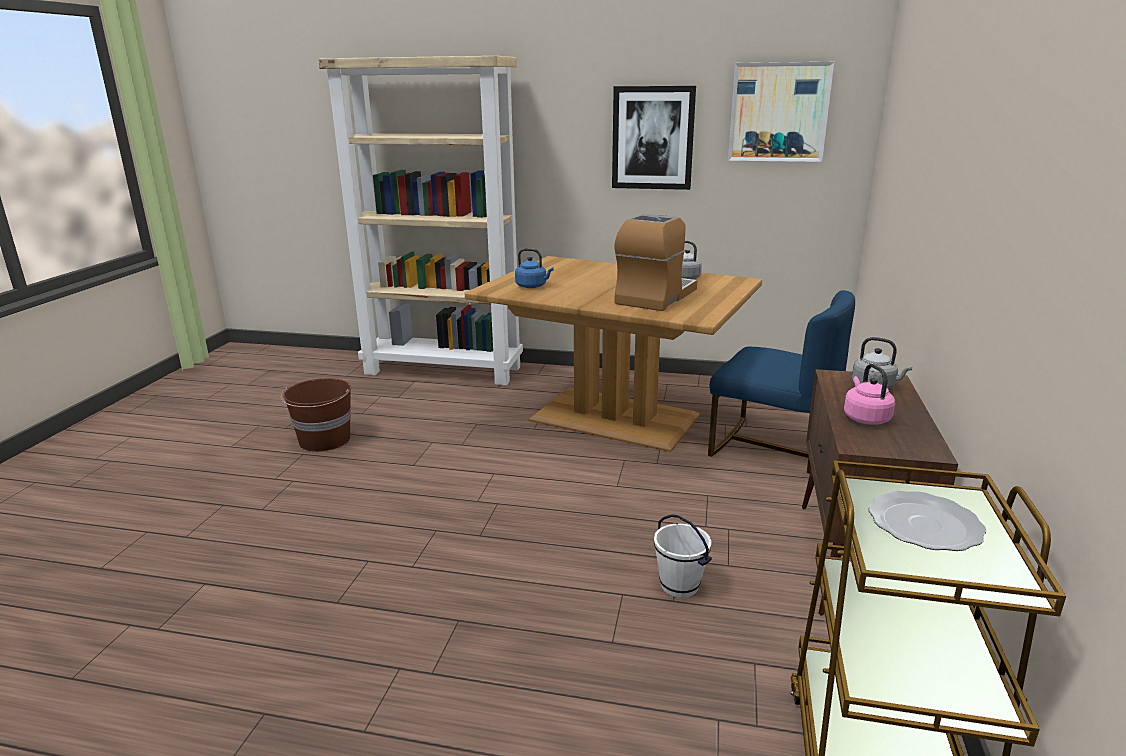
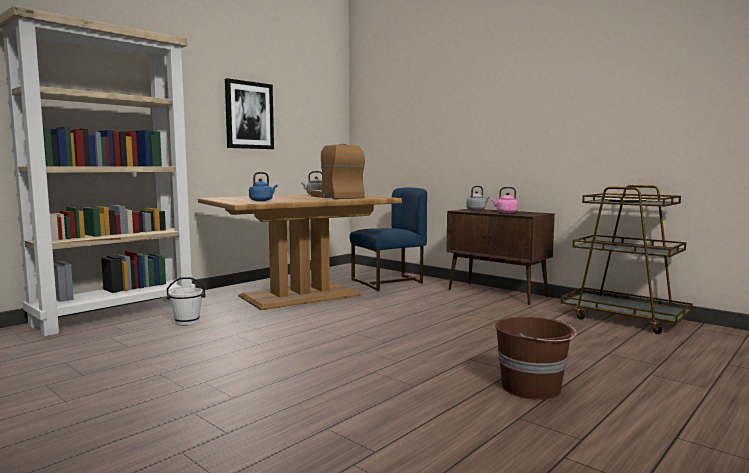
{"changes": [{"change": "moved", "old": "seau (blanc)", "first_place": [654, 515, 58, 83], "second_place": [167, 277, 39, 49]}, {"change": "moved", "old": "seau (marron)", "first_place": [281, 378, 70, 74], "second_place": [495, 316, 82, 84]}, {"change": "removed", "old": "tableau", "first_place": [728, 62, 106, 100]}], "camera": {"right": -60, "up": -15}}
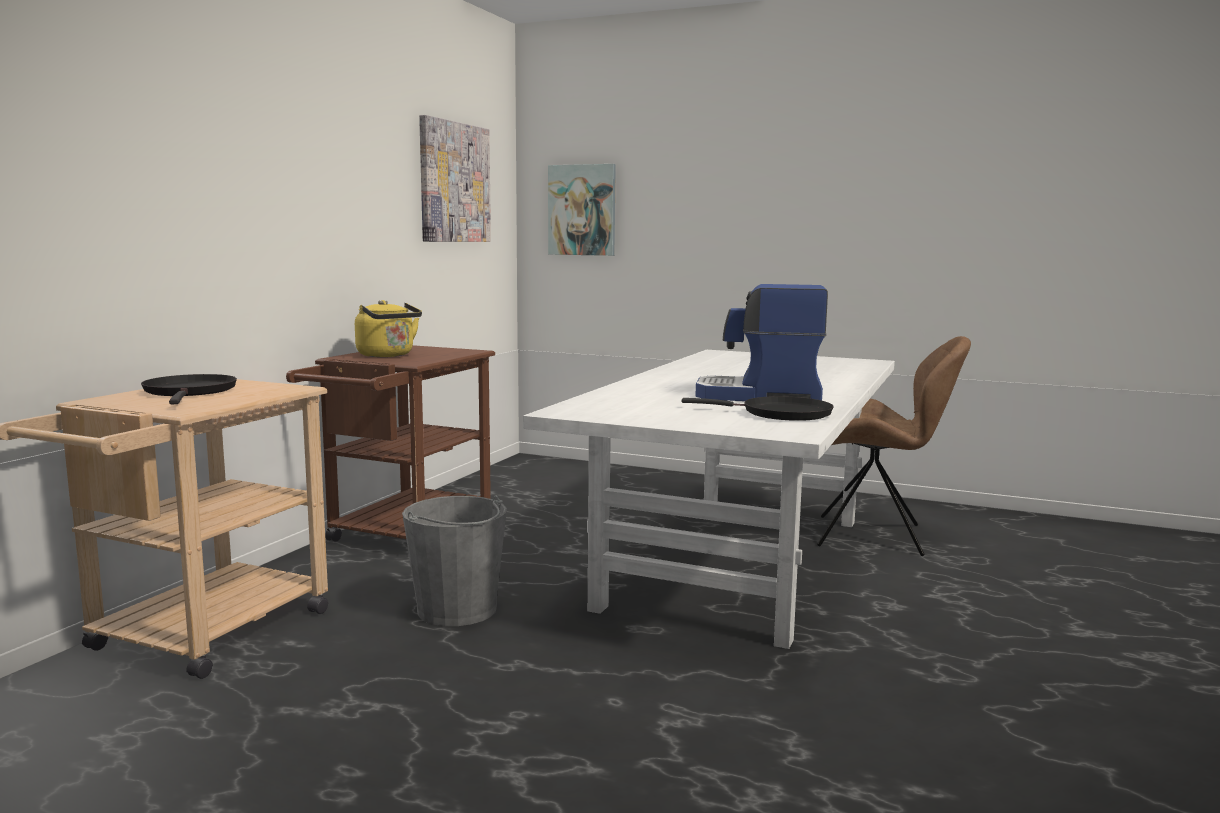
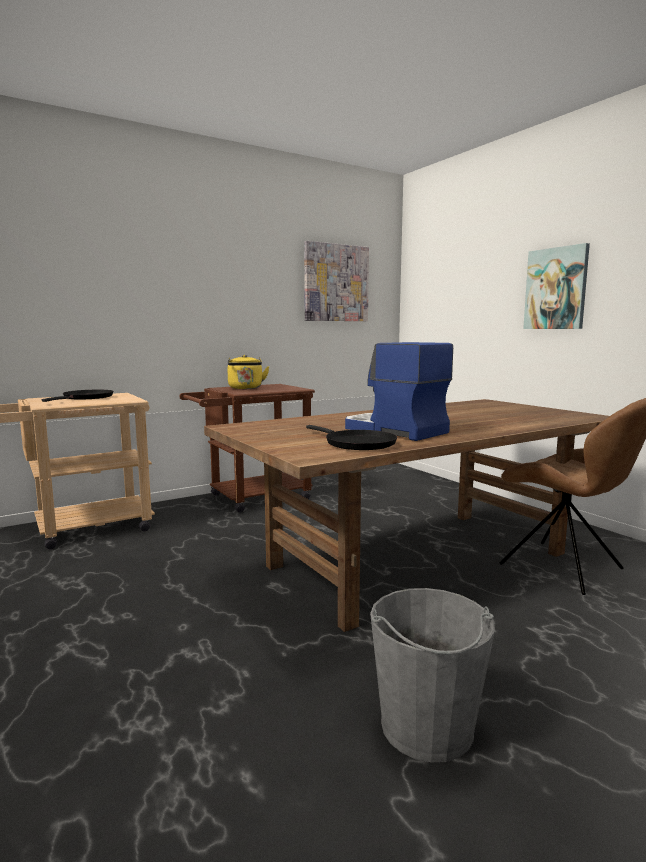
{"changes": [{"change": "recoloured", "old": "table à manger (blanc)", "new": "table à manger (marron)", "first_place": [523, 350, 372, 299], "second_place": [204, 399, 405, 233]}, {"change": "moved", "old": "seau (gris)", "first_place": [402, 495, 105, 131], "second_place": [370, 588, 125, 174]}, {"change": "moved", "old": "tableau", "first_place": [548, 164, 68, 92], "second_place": [523, 243, 67, 86]}], "camera": {"right": 35, "up": 0}}
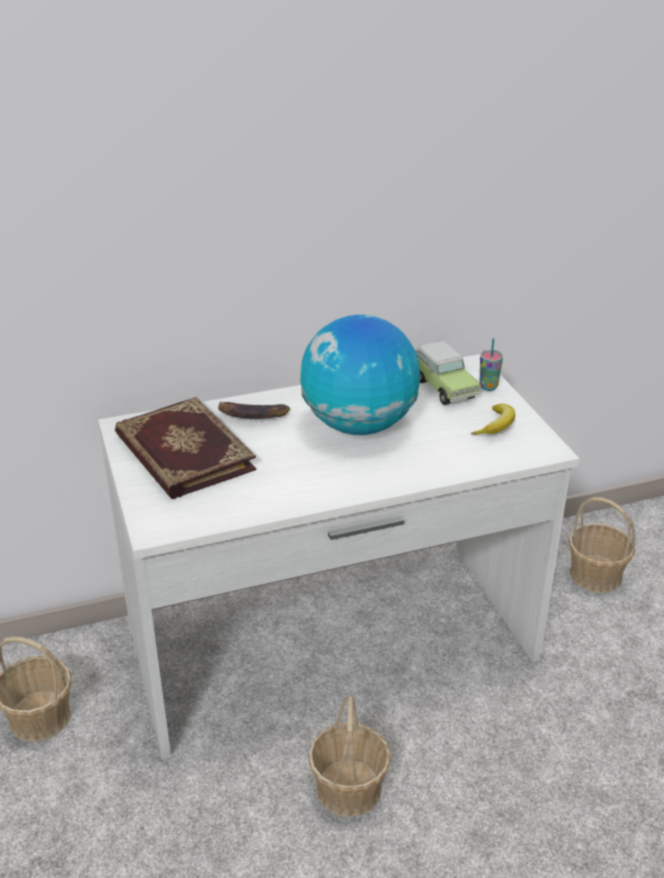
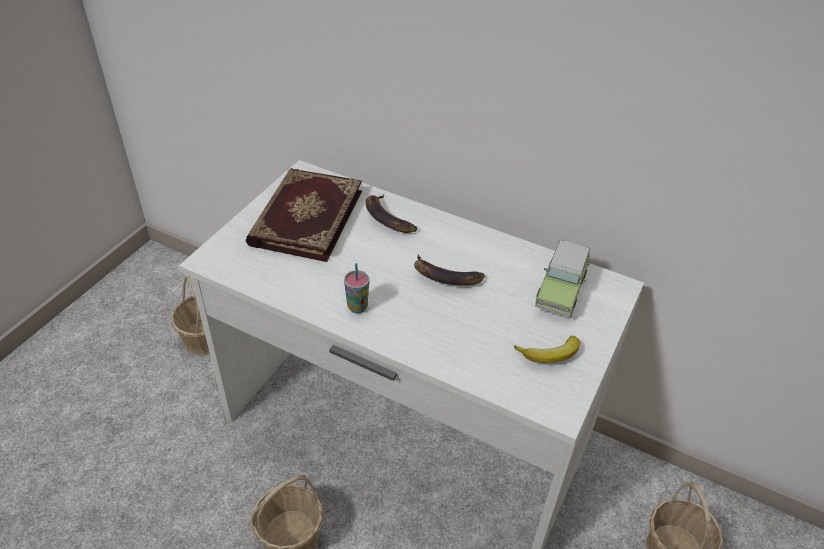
{"changes": [{"change": "moved", "old": "tasse", "first_place": [480, 338, 23, 53], "second_place": [344, 263, 25, 50]}, {"change": "replaced", "old": "globe", "new": "banane", "first_place": [300, 315, 120, 120], "second_place": [414, 255, 71, 30]}], "camera": {"right": 45, "up": 10}}
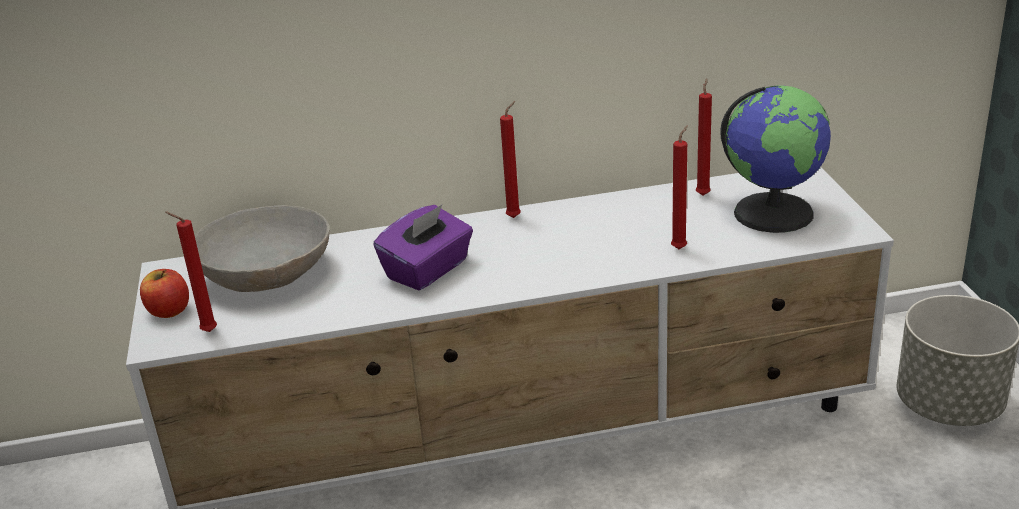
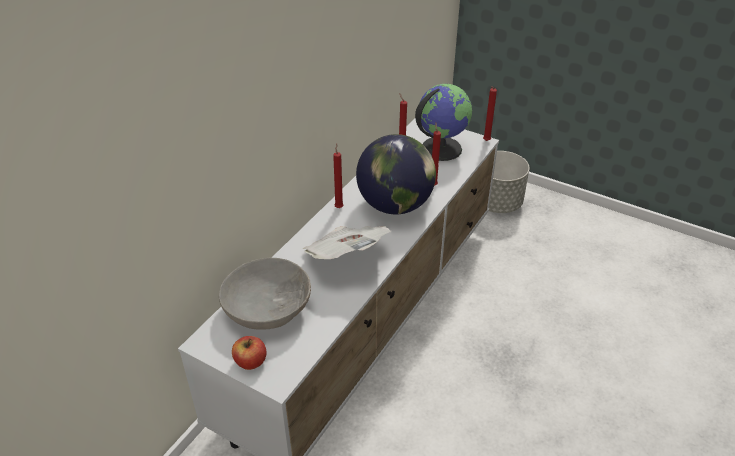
{"changes": [{"change": "replaced", "old": "boîte à mouchoirs (violet)", "new": "journal", "first_place": [373, 205, 100, 85], "second_place": [303, 226, 88, 33]}, {"change": "added", "new": "globe", "second_place": [356, 134, 80, 81]}, {"change": "moved", "old": "bougie (rouge)", "first_place": [165, 212, 52, 120], "second_place": [483, 86, 14, 55]}], "camera": {"right": -50, "up": 10}}
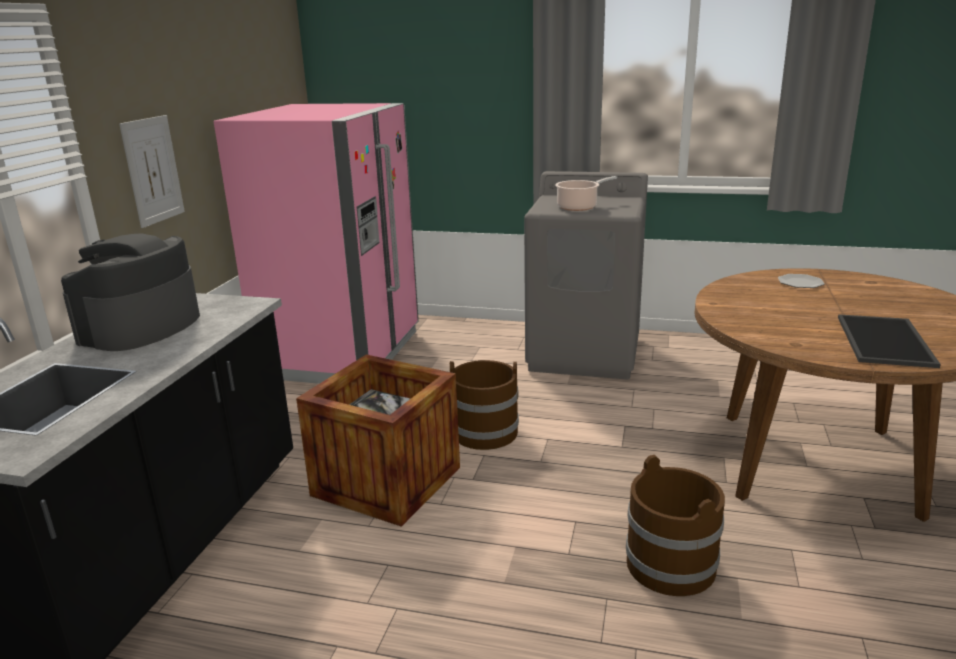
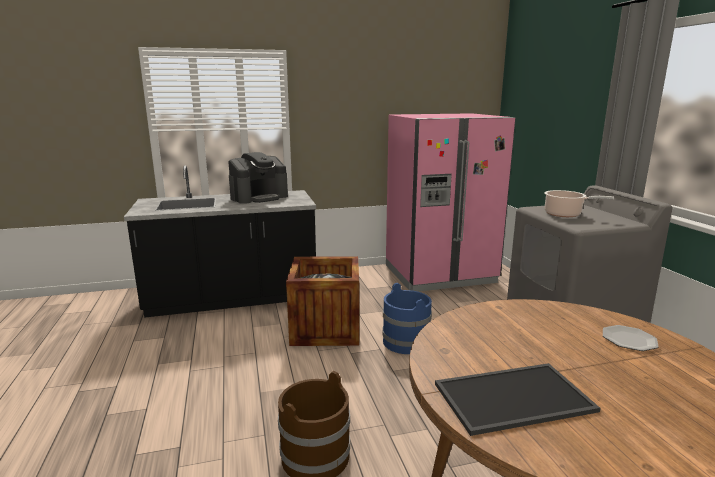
{"changes": [{"change": "turned", "old": "machine à café", "first_place": [61, 233, 139, 118], "second_place": [228, 152, 60, 52], "degrees": 150}, {"change": "recoloured", "old": "seau (marron)", "new": "seau (bleu)", "first_place": [450, 360, 69, 90], "second_place": [382, 283, 50, 71]}, {"change": "removed", "old": "tableau", "first_place": [119, 115, 66, 113]}], "camera": {"right": 60, "up": -5}}
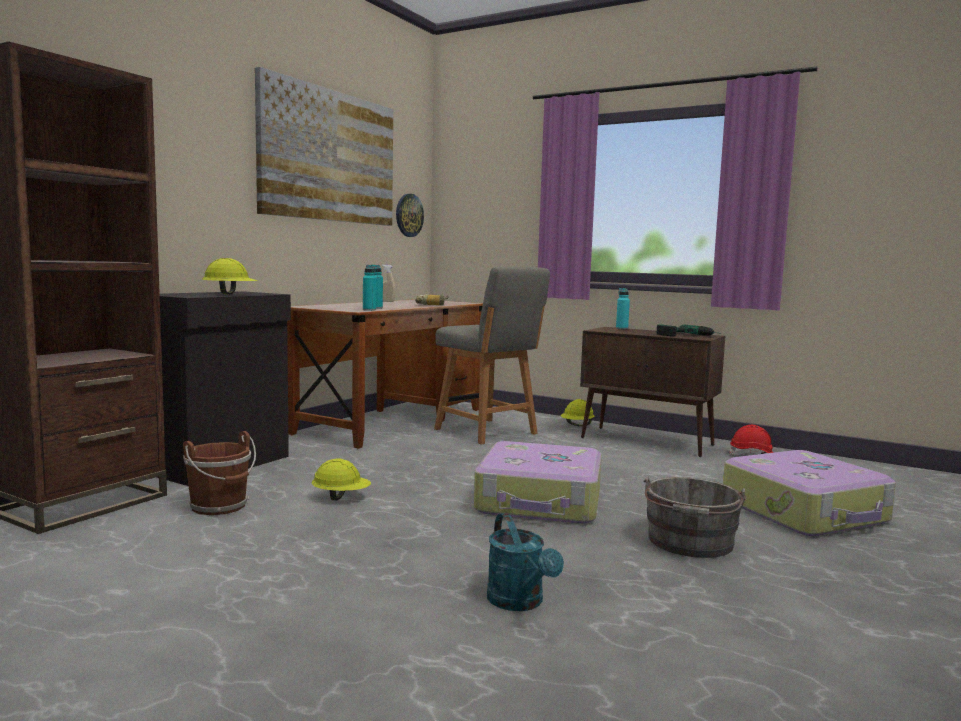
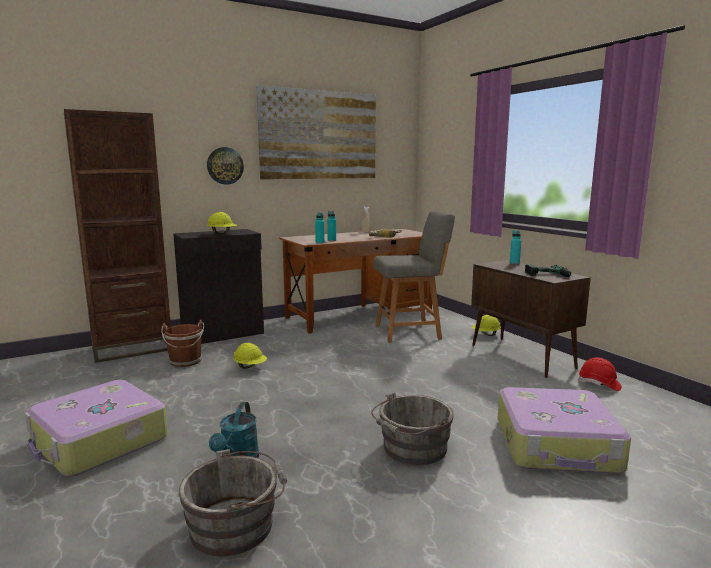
{"changes": [{"change": "moved", "old": "valise", "first_place": [474, 441, 128, 83], "second_place": [24, 380, 144, 96]}, {"change": "added", "new": "seau (gris)", "second_place": [179, 449, 108, 107]}, {"change": "moved", "old": "horloge murale", "first_place": [396, 194, 28, 43], "second_place": [207, 147, 37, 38]}, {"change": "turned", "old": "chaise (gris)", "first_place": [434, 267, 116, 178], "second_place": [373, 210, 82, 133], "degrees": -90}], "camera": {"right": 30, "up": 5}}
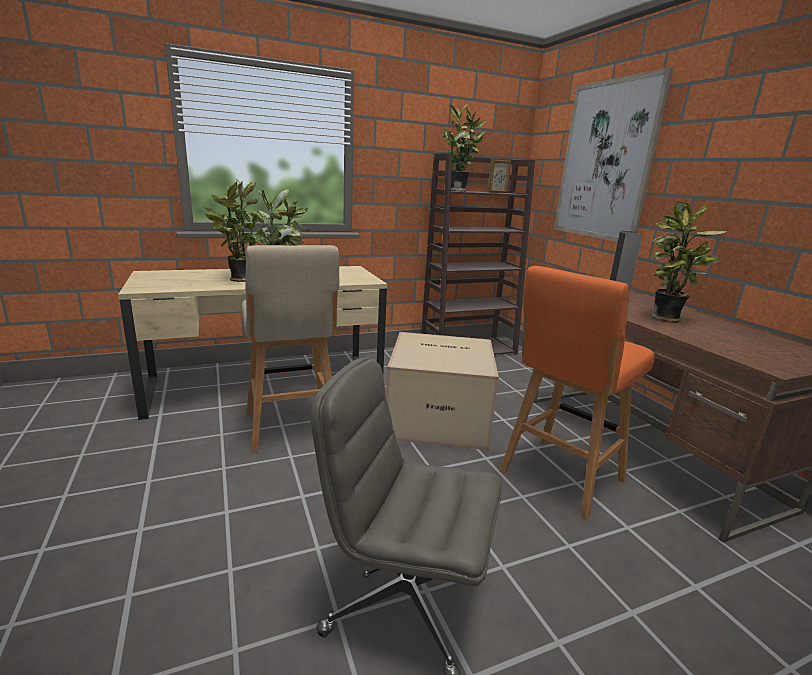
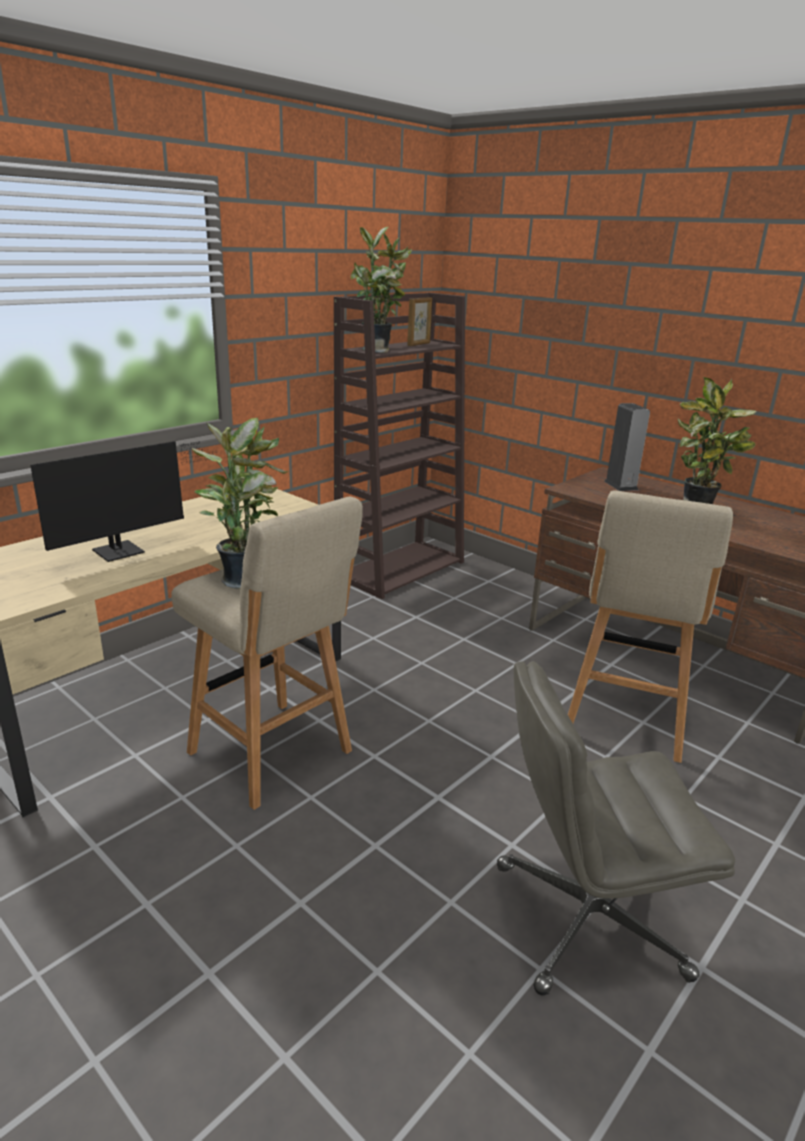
{"changes": [{"change": "replaced", "old": "plante en pot", "new": "écran d'ordinateur", "first_place": [205, 180, 59, 102], "second_place": [30, 441, 187, 121]}, {"change": "recoloured", "old": "tabouret (orange)", "new": "tabouret (beige)", "first_place": [500, 266, 155, 254], "second_place": [568, 491, 165, 272]}, {"change": "removed", "old": "carton", "first_place": [386, 332, 113, 118]}, {"change": "removed", "old": "tableau", "first_place": [554, 67, 119, 175]}], "camera": {"right": -25, "up": 5}}
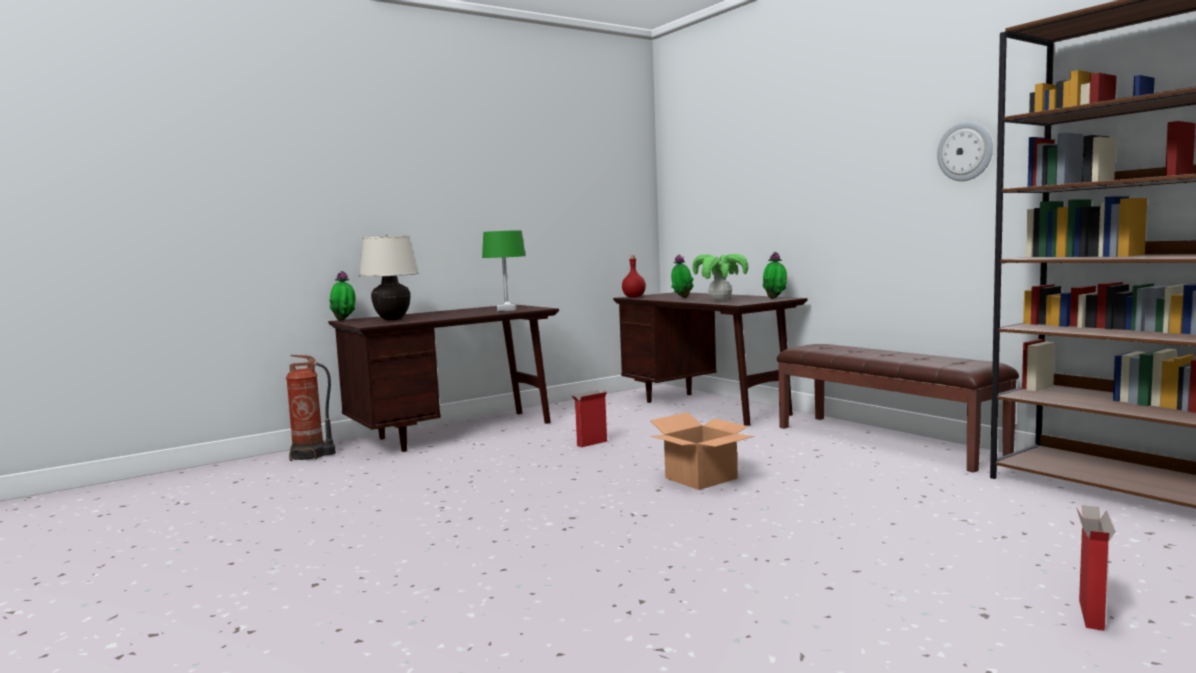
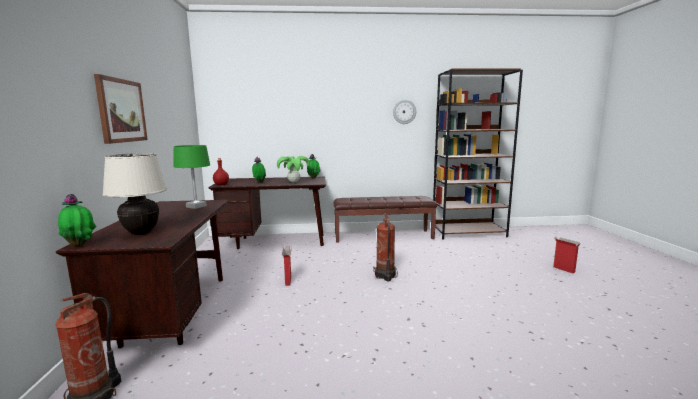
{"changes": [{"change": "added", "new": "tableau", "second_place": [94, 74, 54, 70]}, {"change": "replaced", "old": "carton", "new": "extincteur", "first_place": [650, 412, 105, 78], "second_place": [373, 213, 25, 68]}], "camera": {"right": -60, "up": 5}}
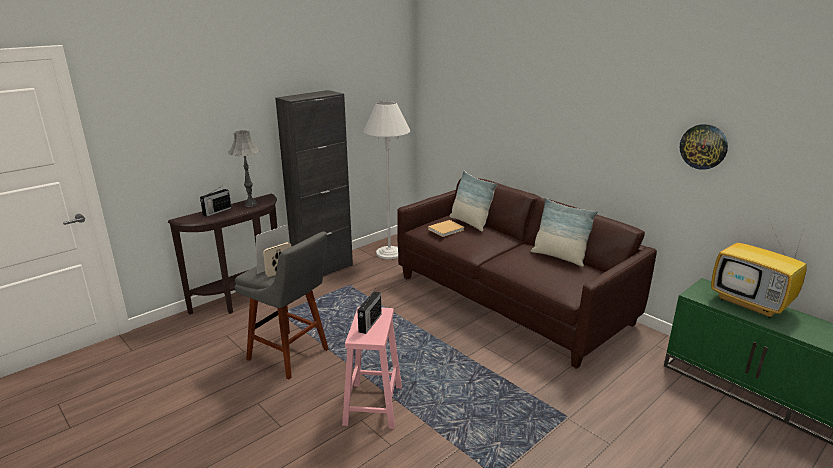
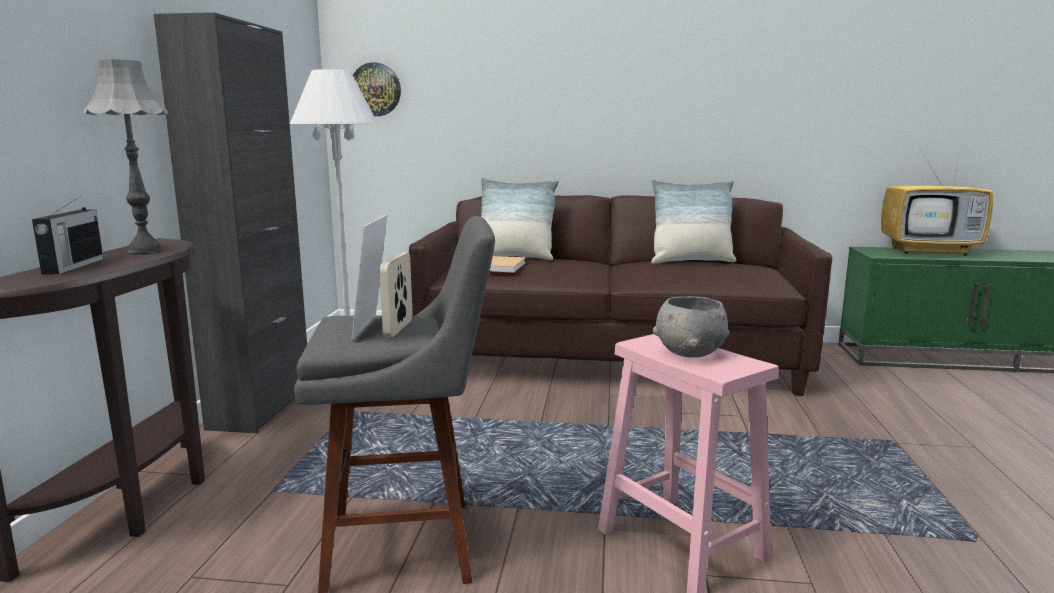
{"changes": [{"change": "moved", "old": "horloge murale", "first_place": [679, 124, 49, 46], "second_place": [353, 62, 48, 54]}, {"change": "replaced", "old": "radio", "new": "bol (gris)", "first_place": [357, 289, 25, 45], "second_place": [653, 296, 77, 61]}], "camera": {"right": -40, "up": -10}}
